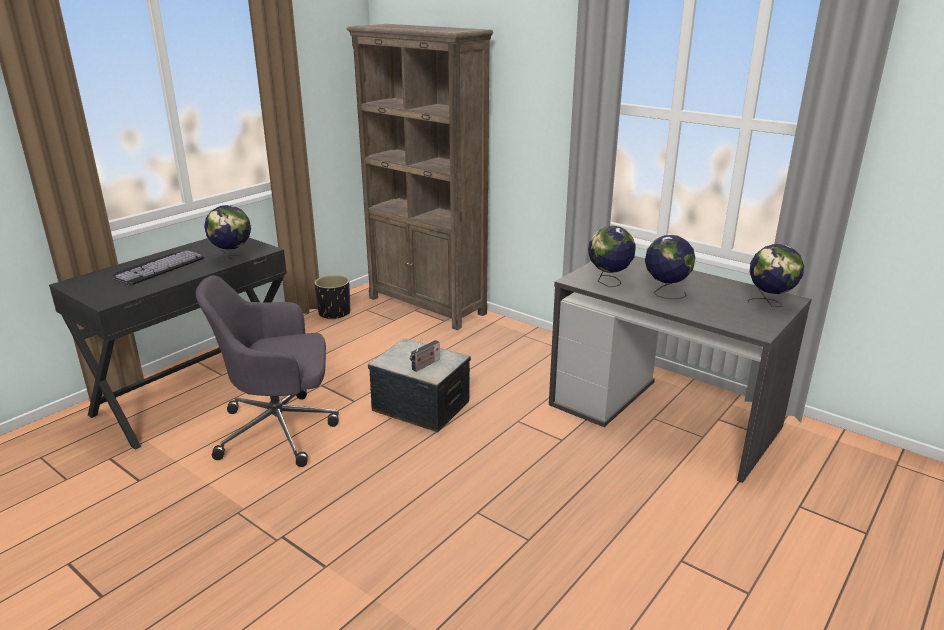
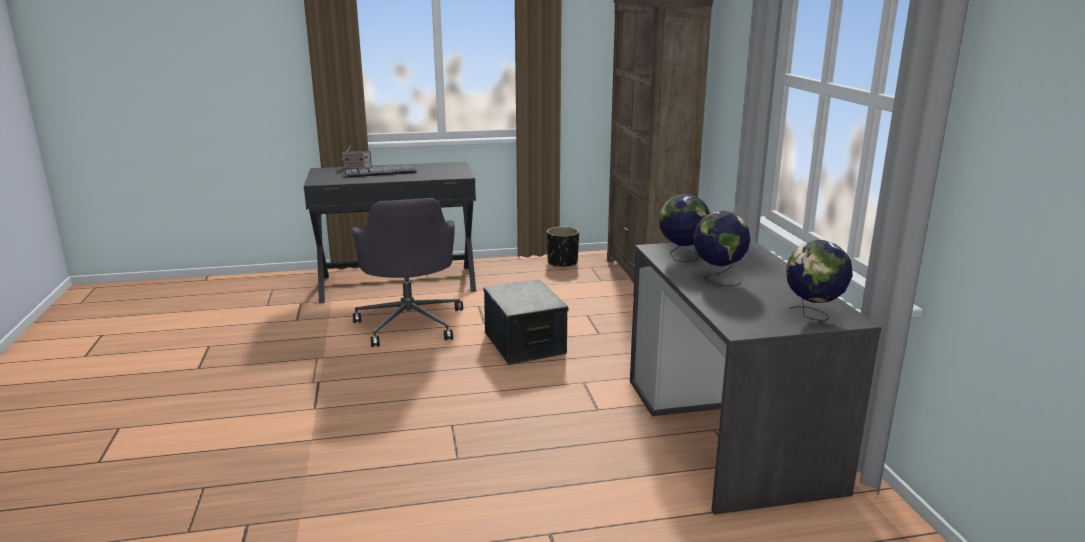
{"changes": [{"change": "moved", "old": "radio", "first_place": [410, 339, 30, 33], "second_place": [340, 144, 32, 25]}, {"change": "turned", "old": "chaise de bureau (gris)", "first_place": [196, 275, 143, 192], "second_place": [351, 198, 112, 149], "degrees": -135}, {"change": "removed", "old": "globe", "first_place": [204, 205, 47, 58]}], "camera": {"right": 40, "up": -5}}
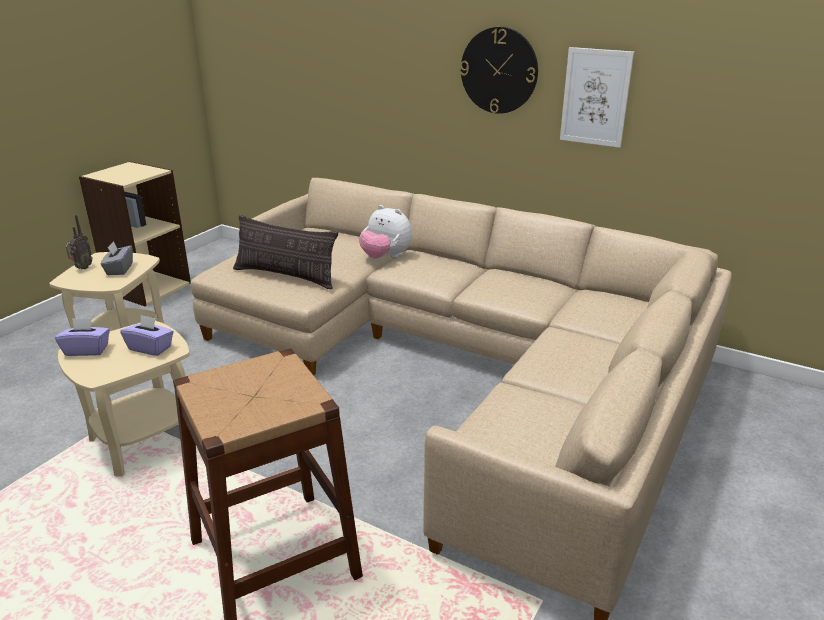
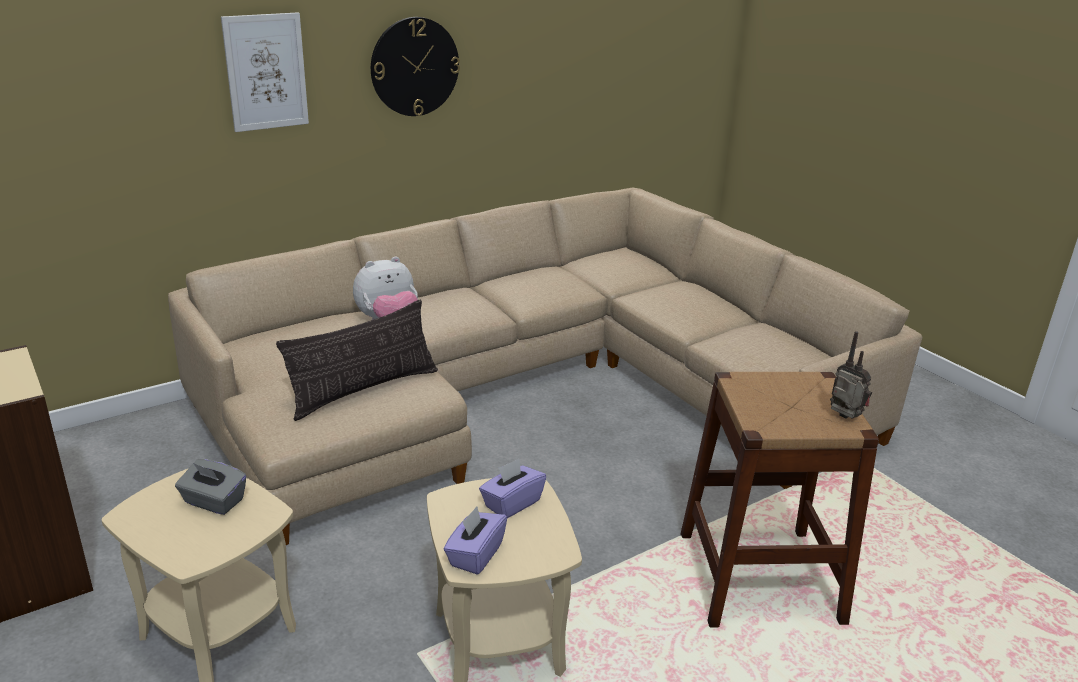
{"changes": [{"change": "moved", "old": "tableau", "first_place": [560, 47, 74, 101], "second_place": [221, 12, 88, 120]}, {"change": "moved", "old": "radio", "first_place": [66, 215, 27, 54], "second_place": [830, 331, 42, 88]}], "camera": {"right": -65, "up": 0}}
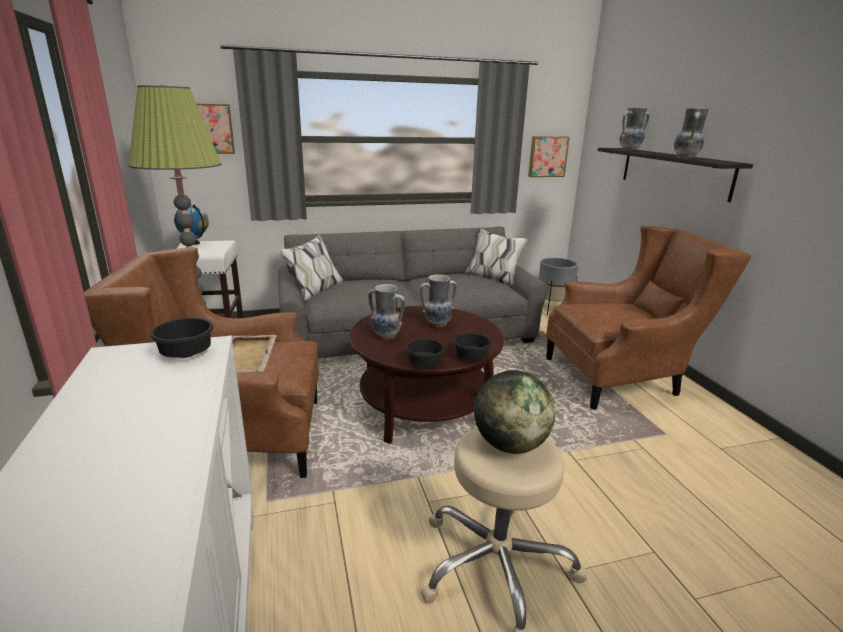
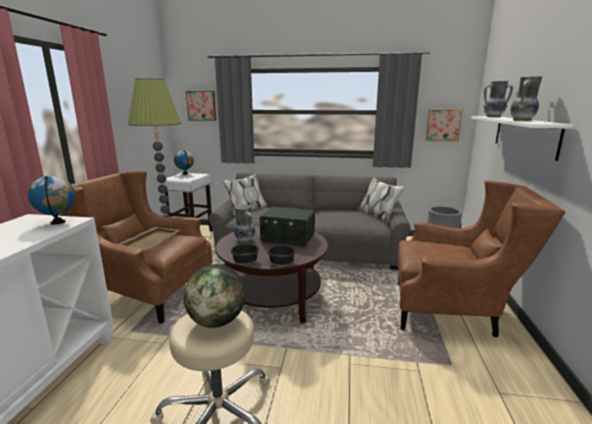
{"changes": [{"change": "replaced", "old": "bol (noir)", "new": "globe", "first_place": [150, 318, 64, 40], "second_place": [28, 176, 47, 49]}, {"change": "replaced", "old": "vase", "new": "radio", "first_place": [420, 275, 37, 52], "second_place": [260, 207, 55, 39]}, {"change": "recoloured", "old": "étagère (noir)", "new": "étagère (blanc)", "first_place": [598, 148, 155, 54], "second_place": [471, 116, 103, 45]}], "camera": {"right": 25, "up": -5}}
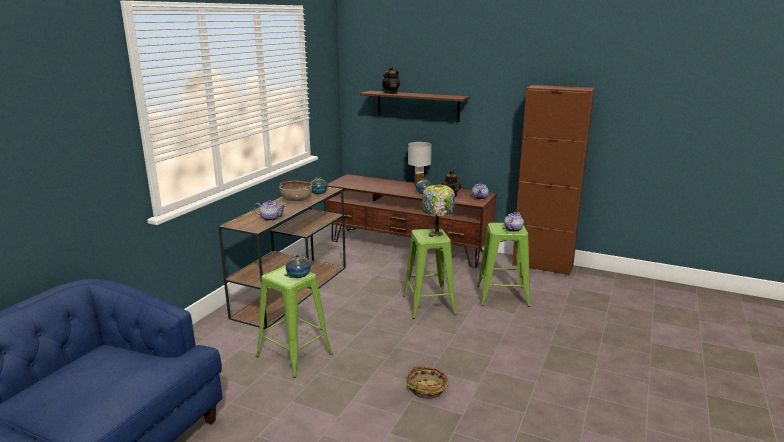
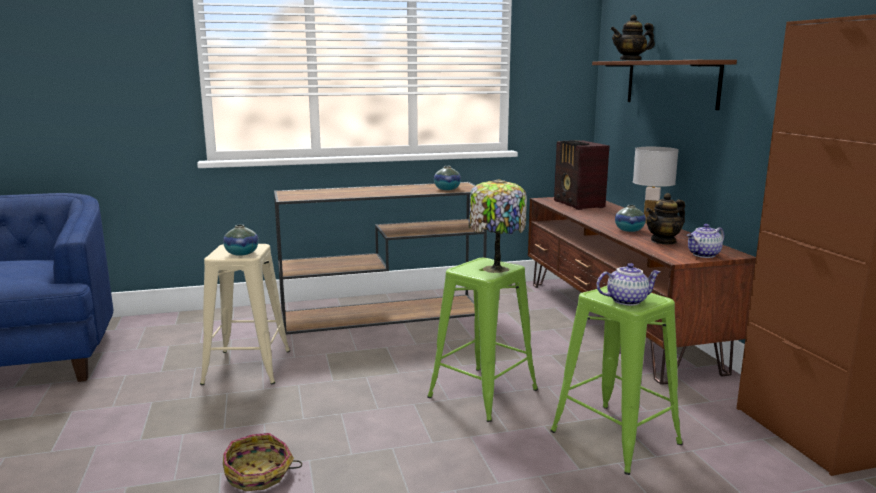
{"changes": [{"change": "recoloured", "old": "tabouret (vert)", "new": "tabouret (beige)", "first_place": [256, 265, 77, 113], "second_place": [200, 244, 90, 141]}, {"change": "added", "new": "radio", "second_place": [554, 140, 55, 70]}, {"change": "removed", "old": "théière", "first_place": [254, 200, 32, 21]}, {"change": "removed", "old": "bol (marron)", "first_place": [279, 181, 34, 21]}], "camera": {"right": 50, "up": -5}}
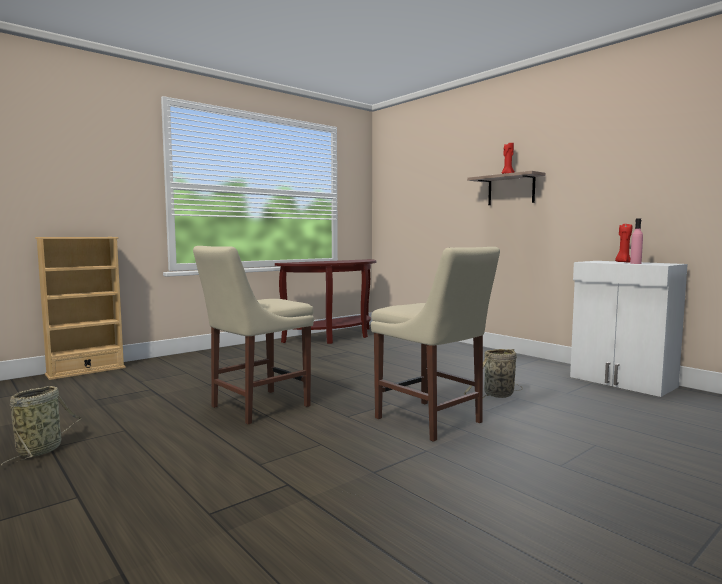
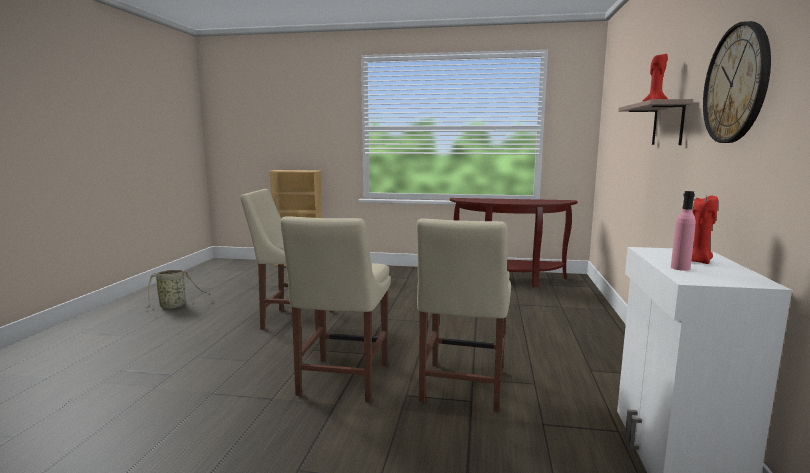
{"changes": [{"change": "replaced", "old": "panier", "new": "chaise (beige)", "first_place": [464, 349, 59, 49], "second_place": [417, 218, 94, 194]}, {"change": "added", "new": "horloge murale", "second_place": [703, 21, 68, 122]}], "camera": {"right": 50, "up": 5}}
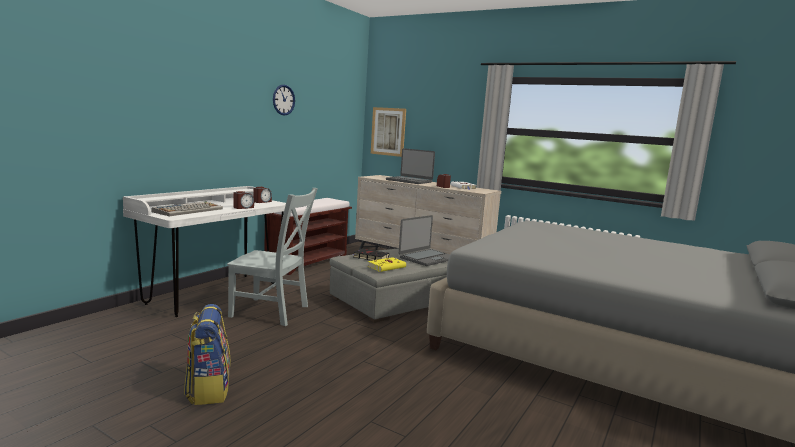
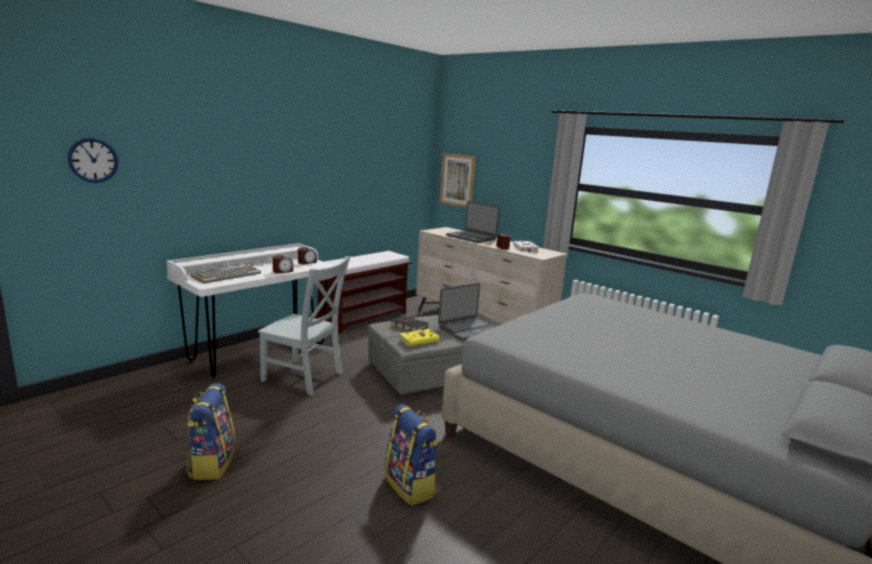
{"changes": [{"change": "moved", "old": "horloge murale", "first_place": [273, 85, 22, 31], "second_place": [68, 138, 50, 45]}, {"change": "added", "new": "sac à dos", "second_place": [385, 404, 54, 102]}], "camera": {"right": 10, "up": 5}}
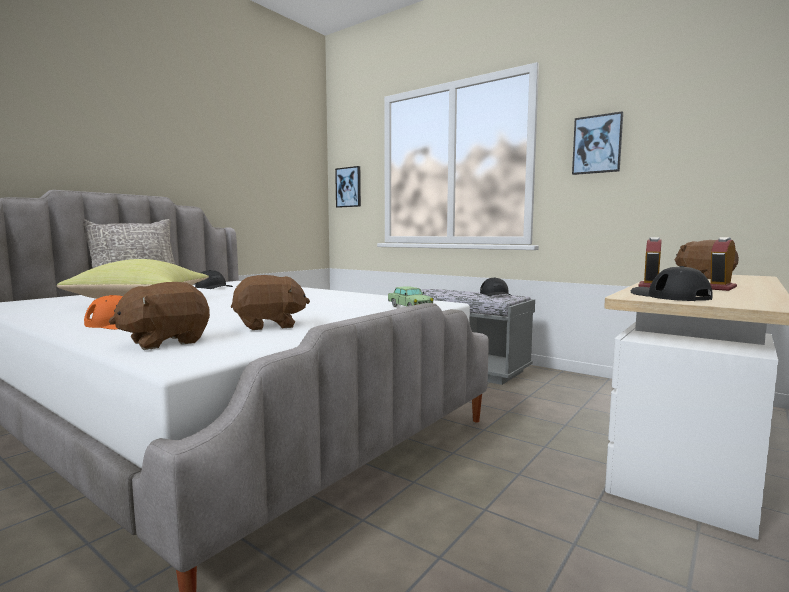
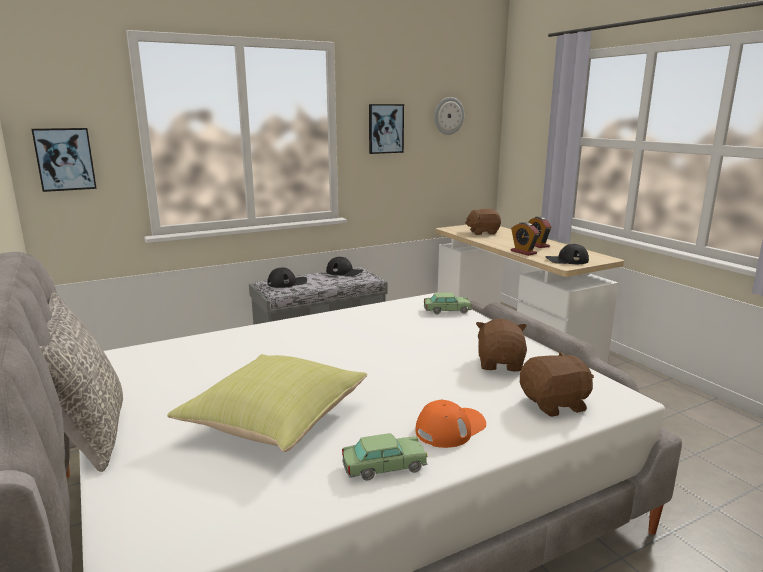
{"changes": [{"change": "moved", "old": "casquette (noir)", "first_place": [195, 270, 38, 19], "second_place": [267, 267, 40, 21]}, {"change": "added", "new": "petite voiture", "second_place": [342, 433, 85, 48]}, {"change": "added", "new": "horloge murale", "second_place": [434, 97, 30, 38]}, {"change": "turned", "old": "peluche (marron)", "first_place": [109, 282, 101, 68], "second_place": [520, 352, 74, 65], "degrees": -90}], "camera": {"right": -65, "up": 10}}
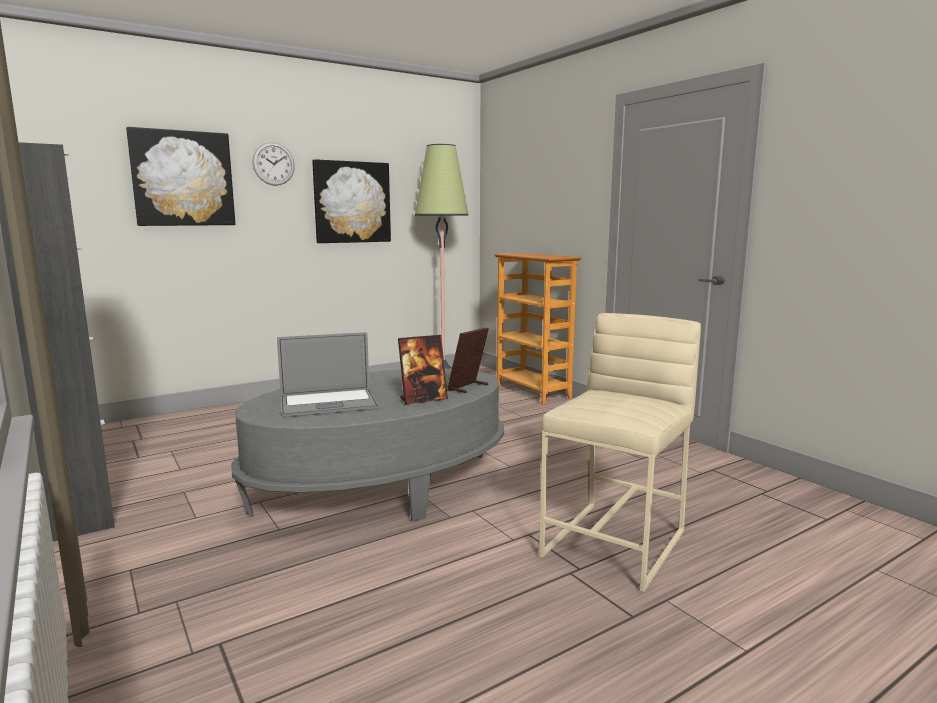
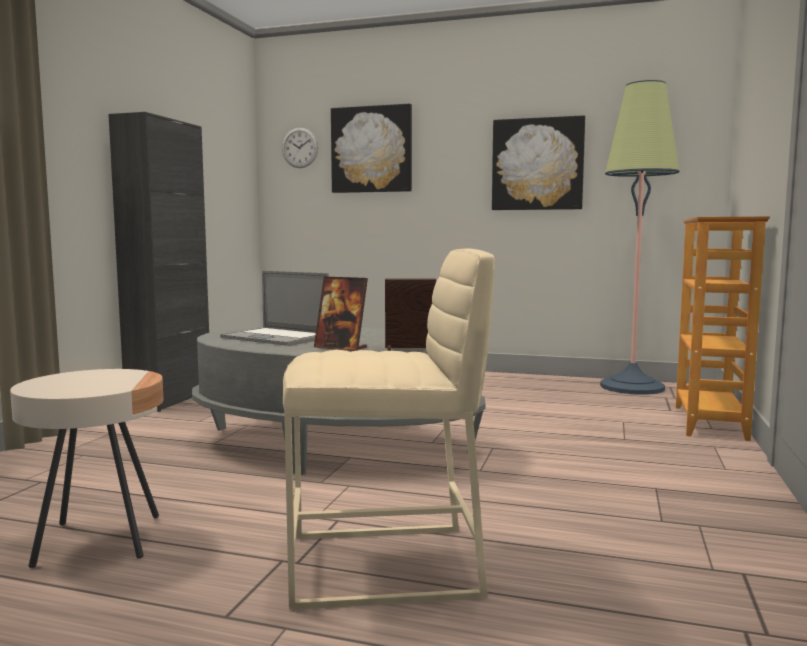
{"changes": [{"change": "added", "new": "table d'appoint (beige)", "second_place": [10, 369, 153, 199]}, {"change": "moved", "old": "horloge murale", "first_place": [253, 142, 42, 44], "second_place": [282, 128, 36, 40]}], "camera": {"right": 50, "up": -5}}
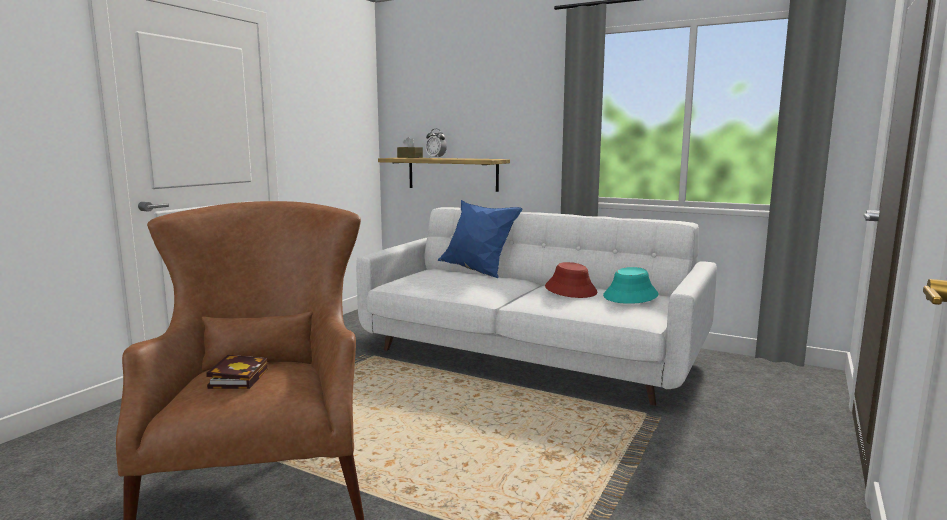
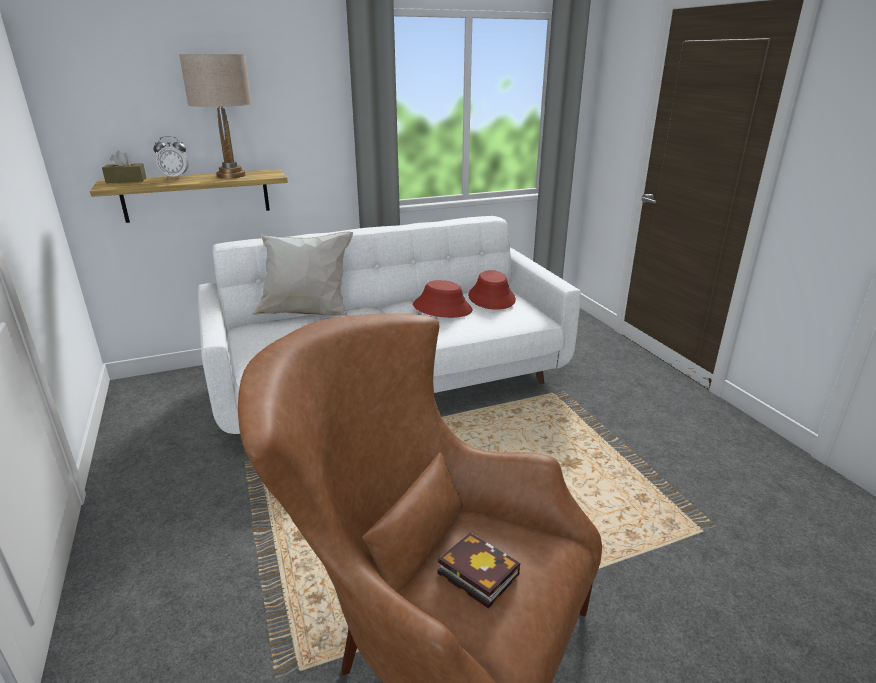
{"changes": [{"change": "added", "new": "lampe de table (beige)", "second_place": [179, 54, 73, 125]}, {"change": "recoloured", "old": "coussin (bleu)", "new": "coussin (blanc)", "first_place": [438, 200, 85, 78], "second_place": [252, 232, 101, 84]}, {"change": "recoloured", "old": "chapeau (turquoise)", "new": "chapeau (rouge)", "first_place": [603, 267, 55, 37], "second_place": [468, 270, 48, 40]}], "camera": {"right": -50, "up": 15}}
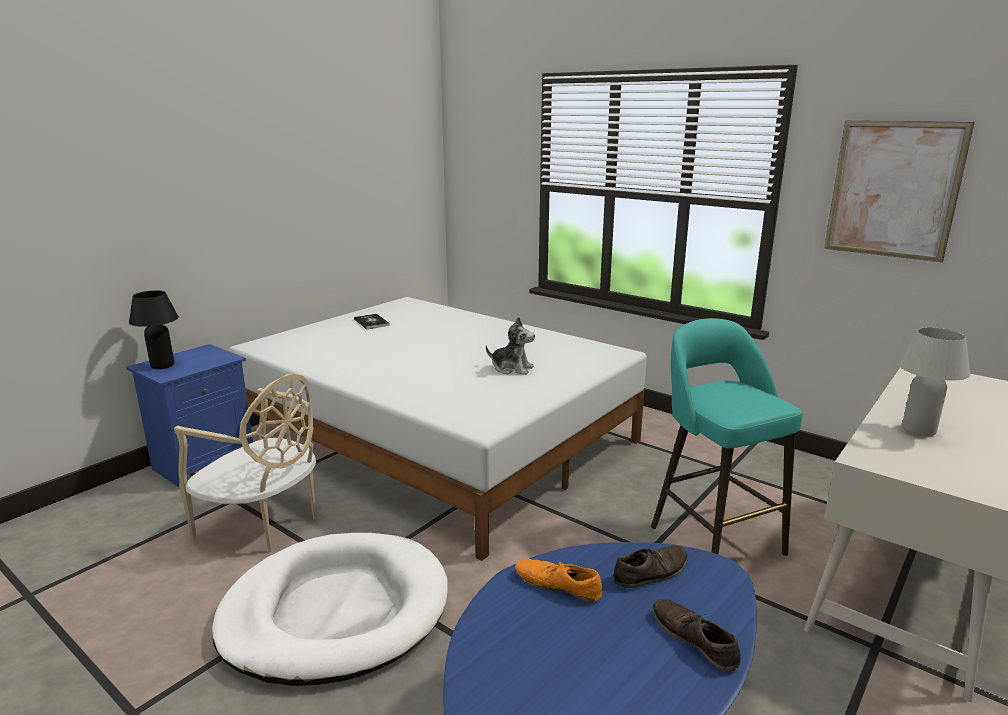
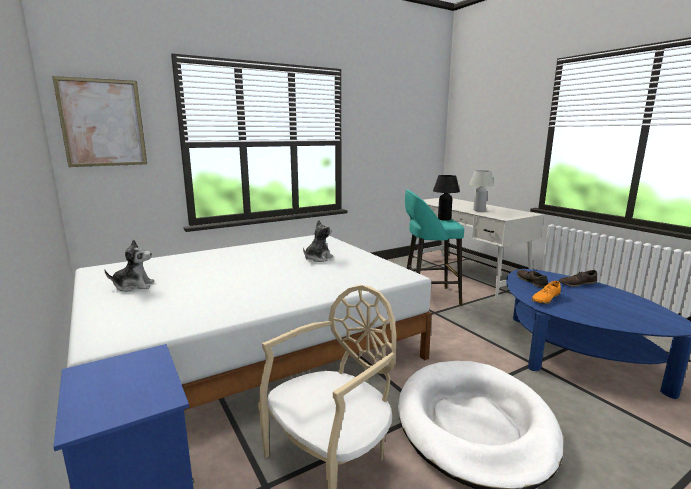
{"changes": [{"change": "moved", "old": "tableau", "first_place": [824, 121, 151, 141], "second_place": [52, 76, 95, 91]}, {"change": "replaced", "old": "livre", "new": "peluche", "first_place": [354, 314, 36, 16], "second_place": [105, 239, 50, 53]}, {"change": "moved", "old": "lampe de table (noir)", "first_place": [129, 290, 50, 79], "second_place": [433, 175, 27, 46]}], "camera": {"right": -70, "up": -5}}
